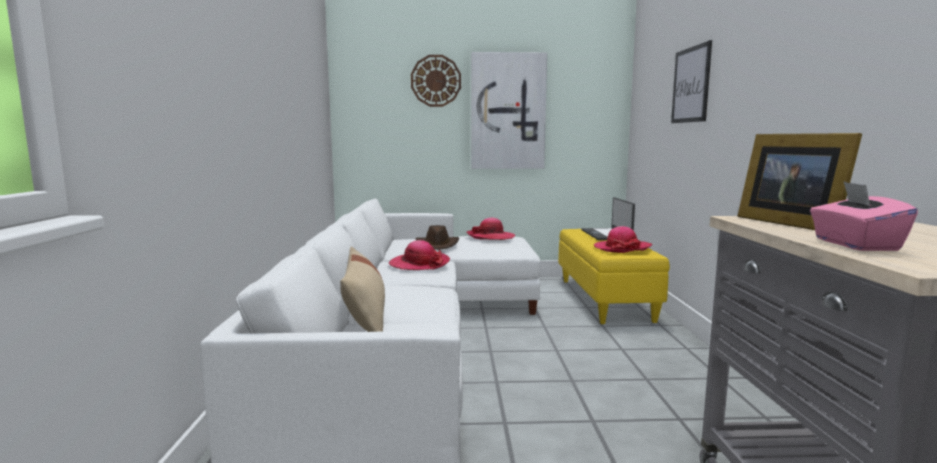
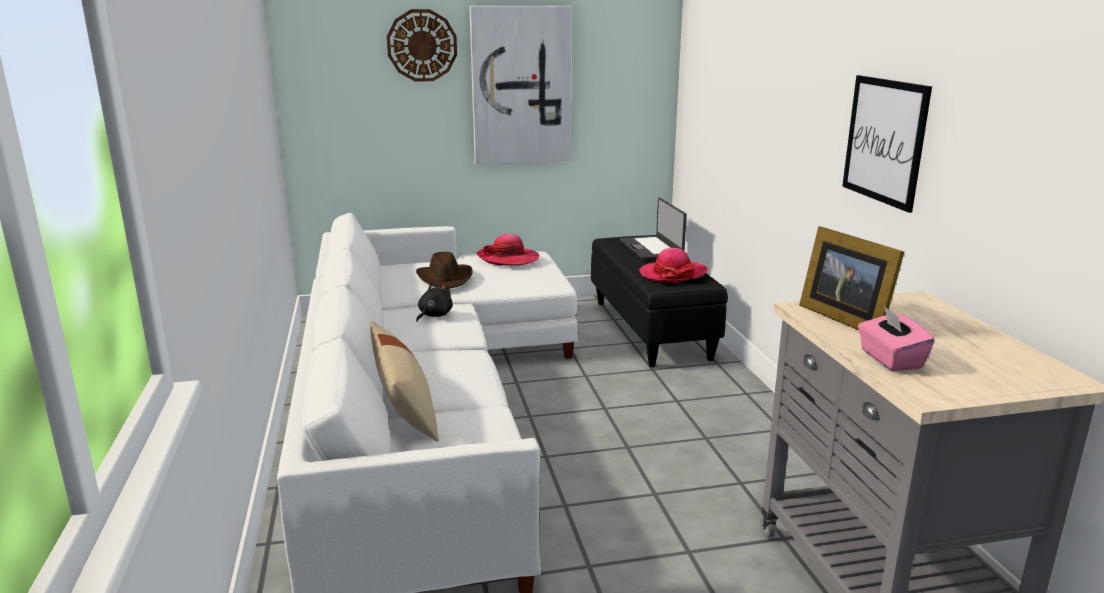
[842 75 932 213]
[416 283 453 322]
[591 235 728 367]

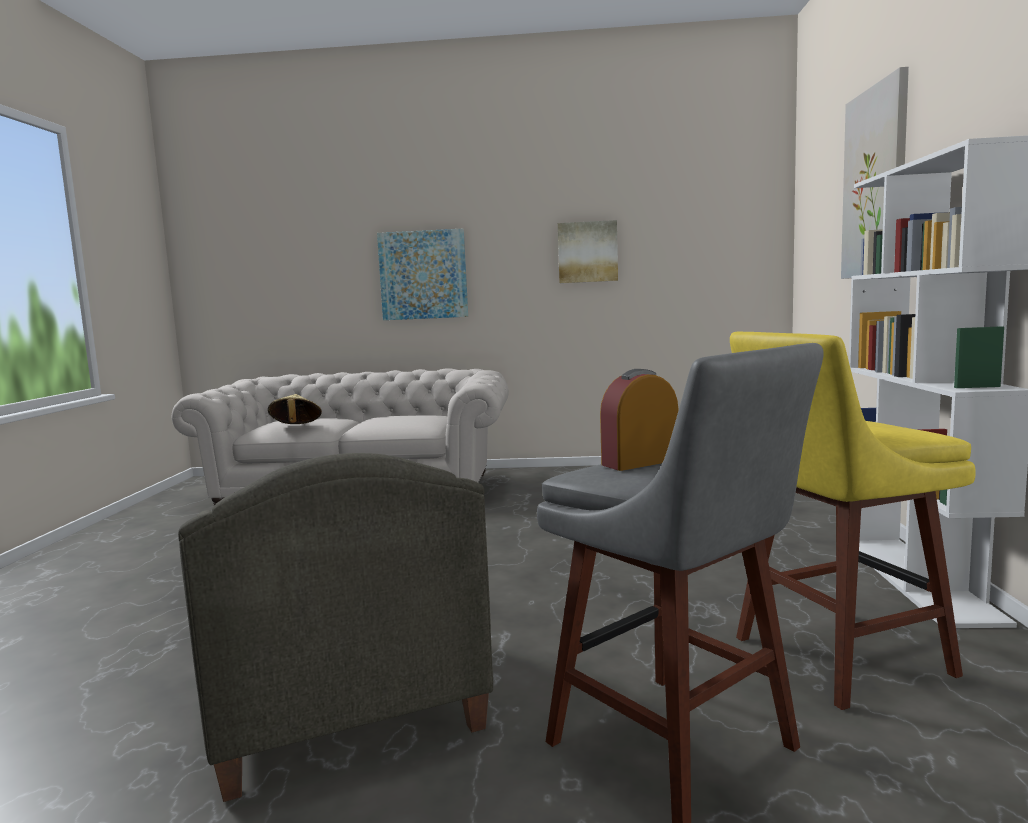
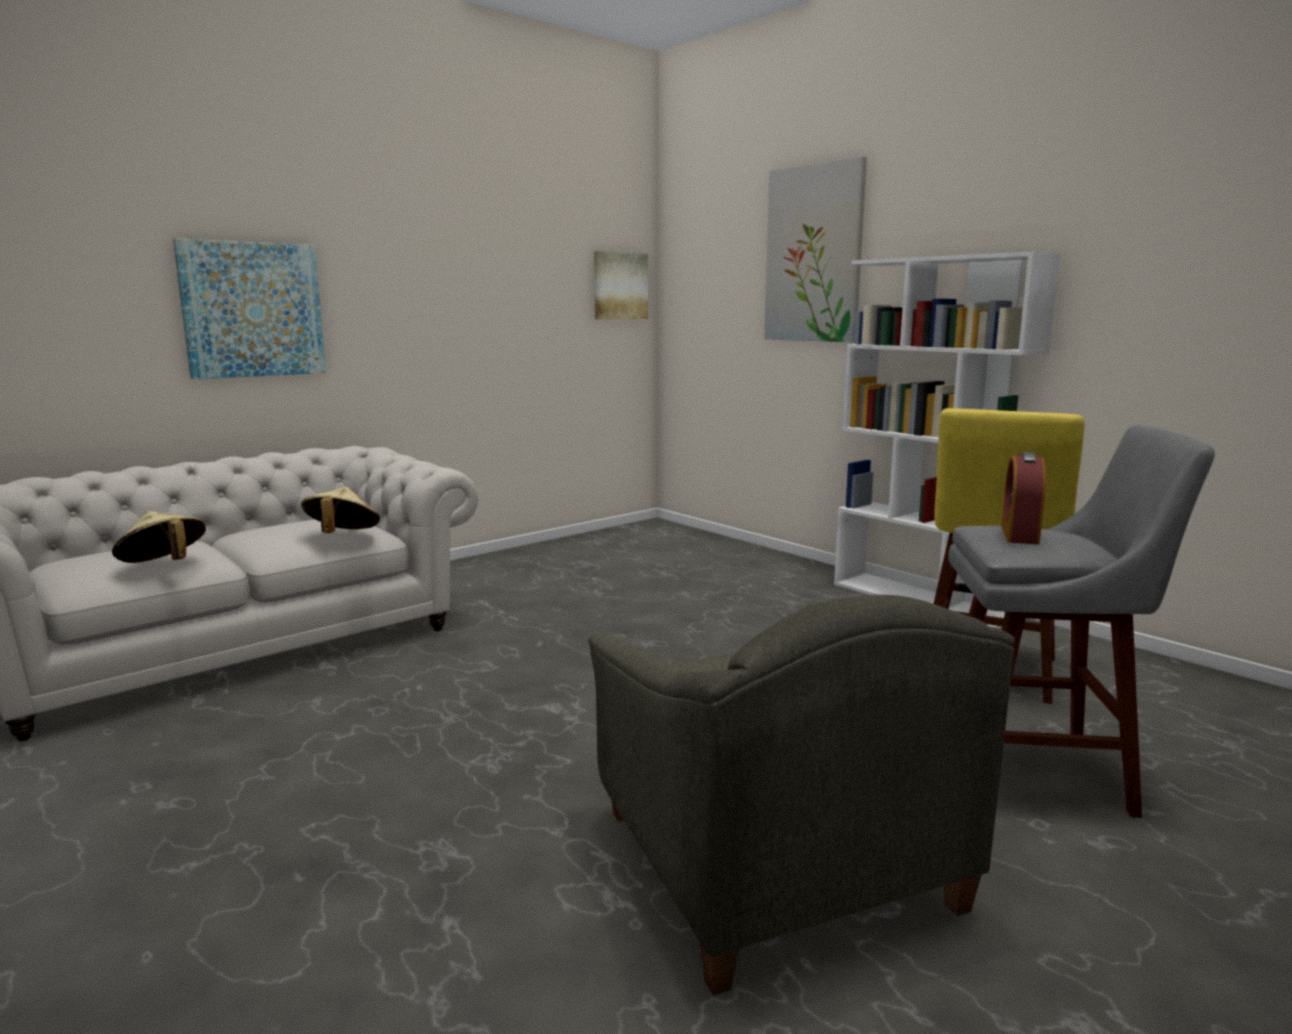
[301 487 380 533]
[594 251 648 320]
[588 595 1015 995]

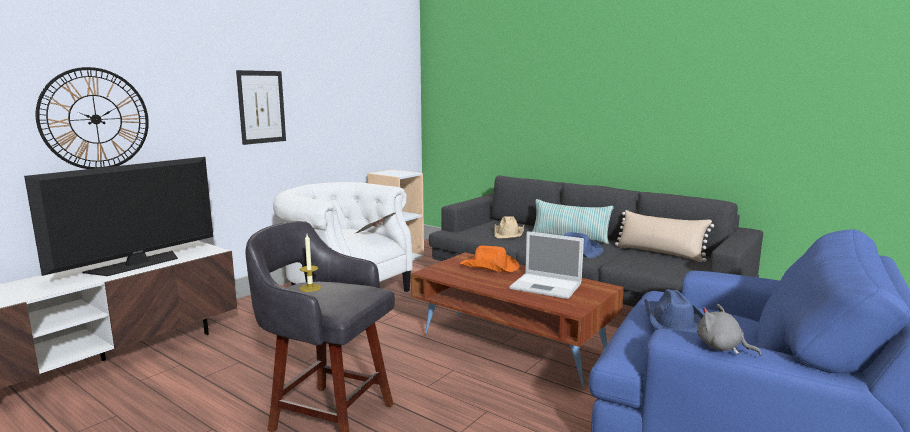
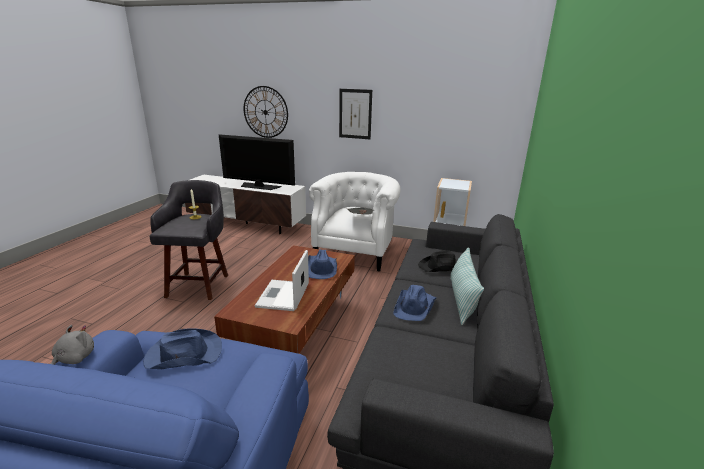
[615 210 714 262] (first image)
[308 249 337 279]
[418 250 457 272]

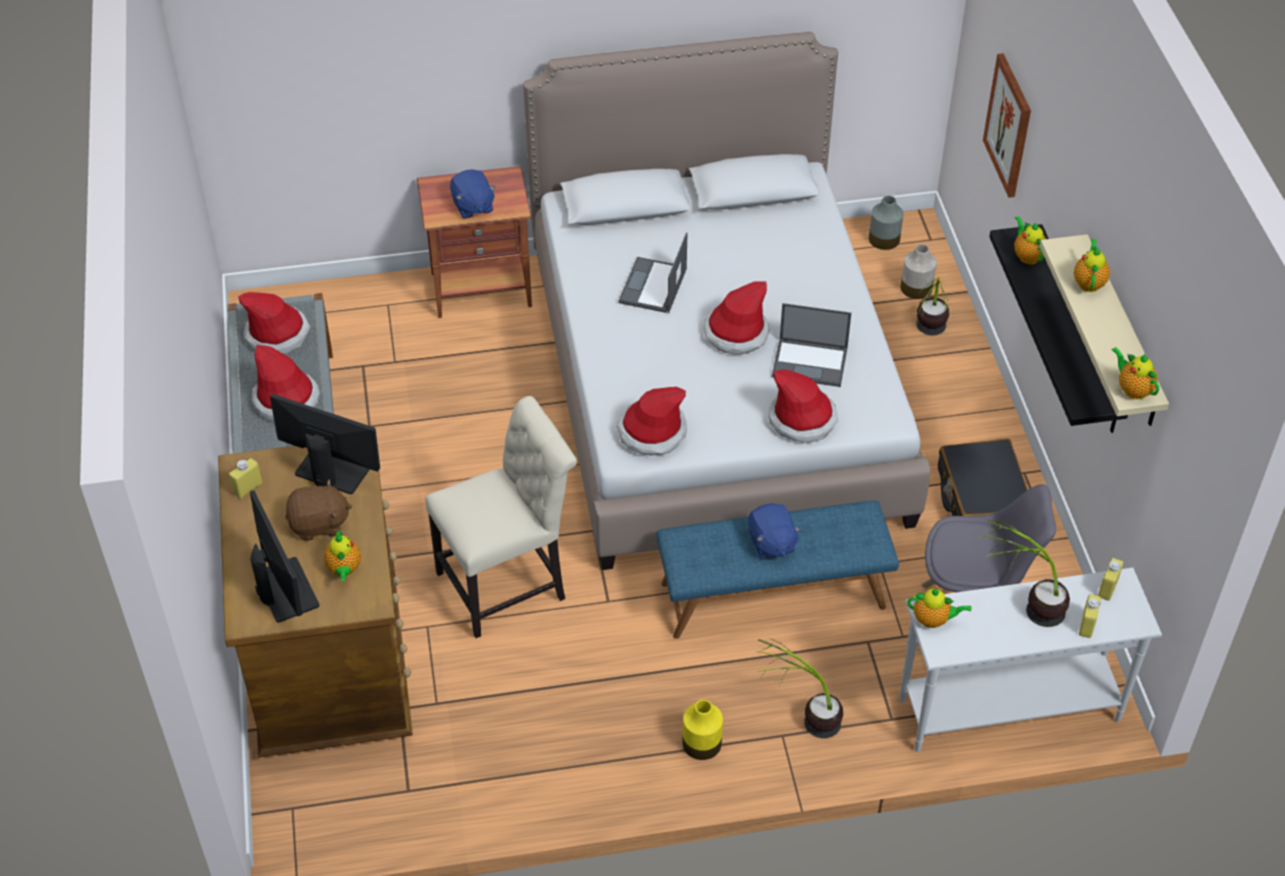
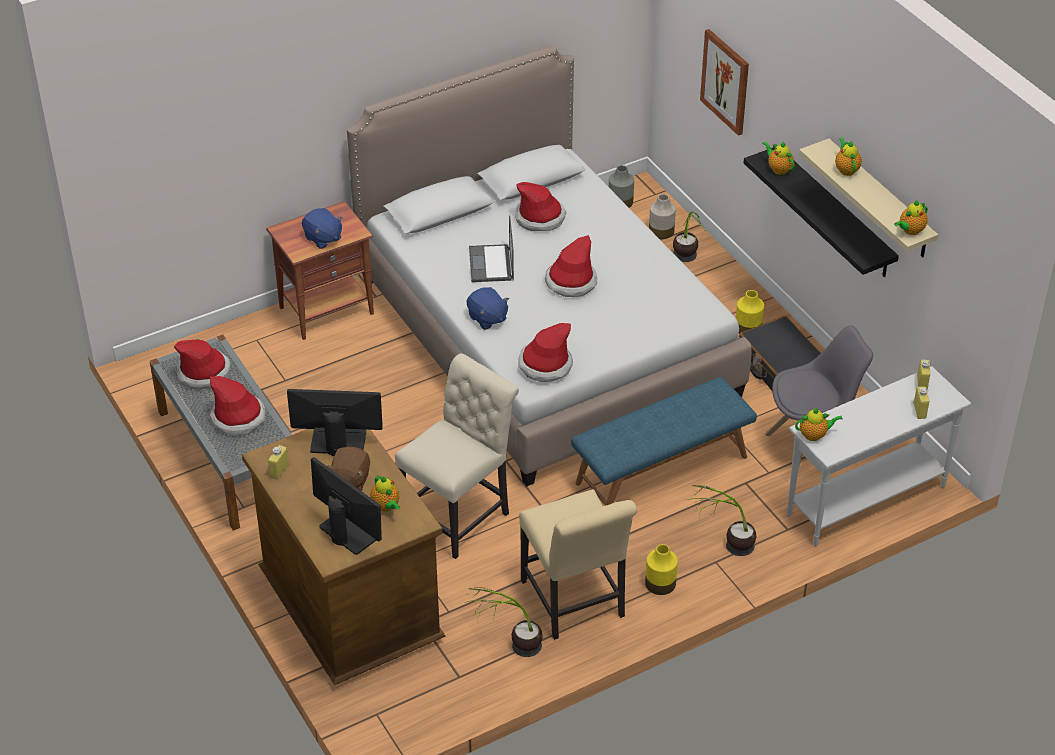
[772 303 851 387] (first image)
[519 489 637 640]
[736 290 764 334]
[467 287 509 330]
[515 182 567 231]
[464 587 543 657]
[327 447 370 491]
[894 200 928 235]

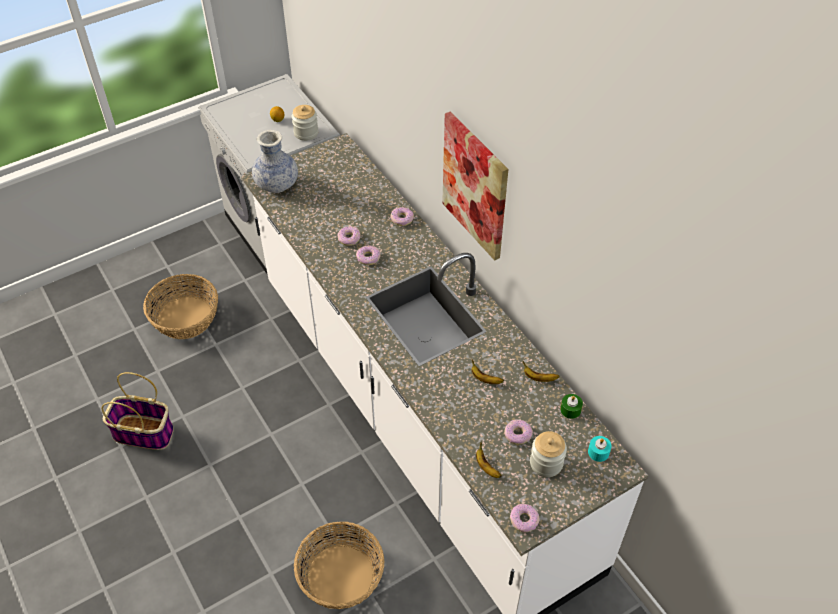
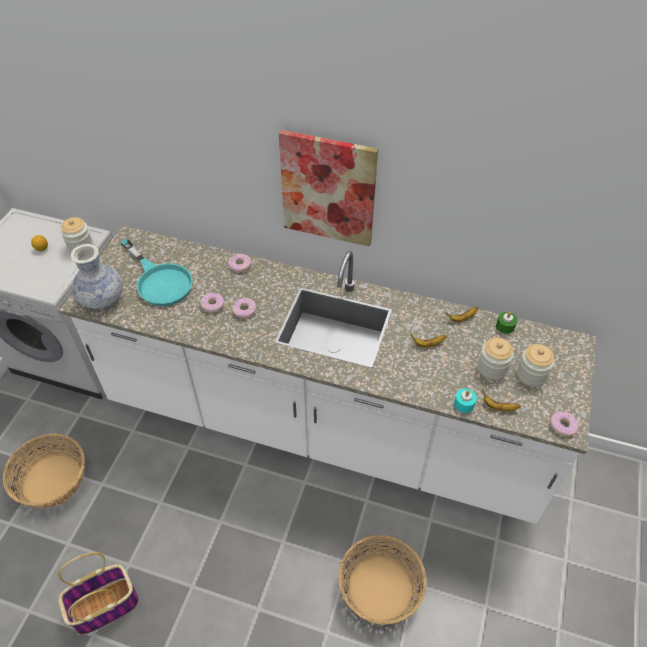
[120 238 193 306]
[454 388 477 413]
[478 338 514 380]

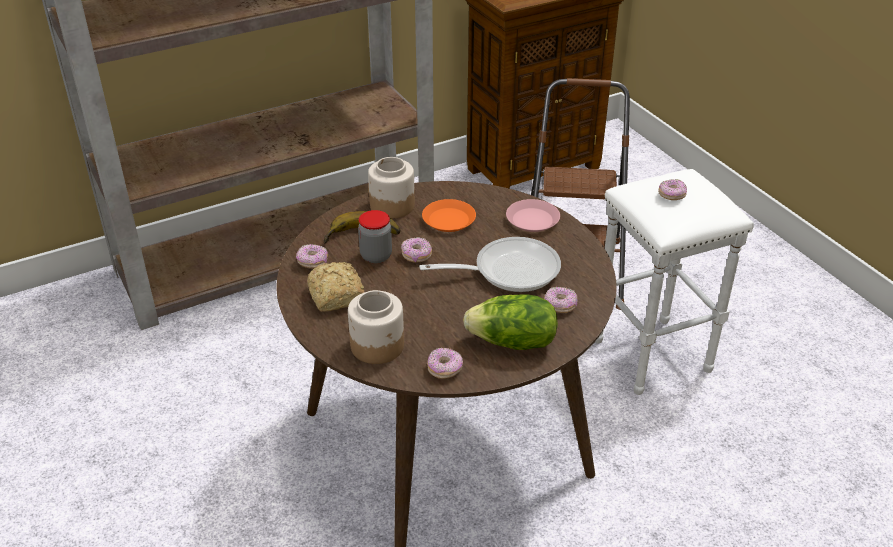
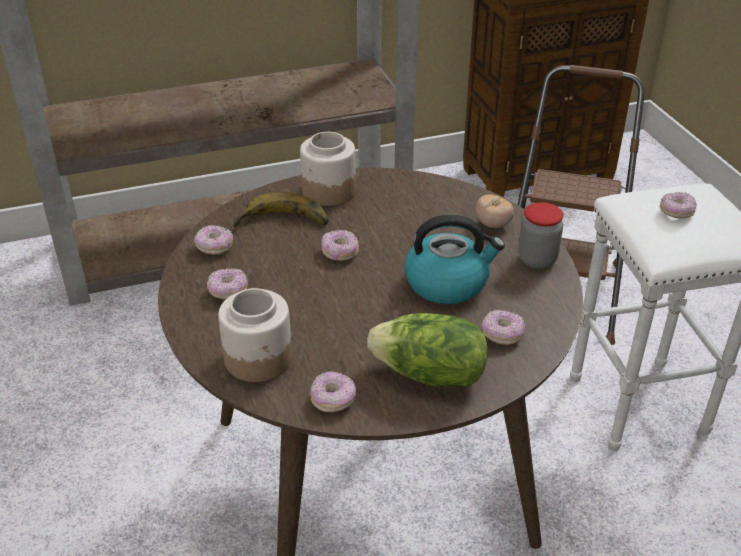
[422 199 476 232] (first image)
[518 202 563 269]
[207 268 248 300]
[404 215 505 304]
[476 194 514 228]

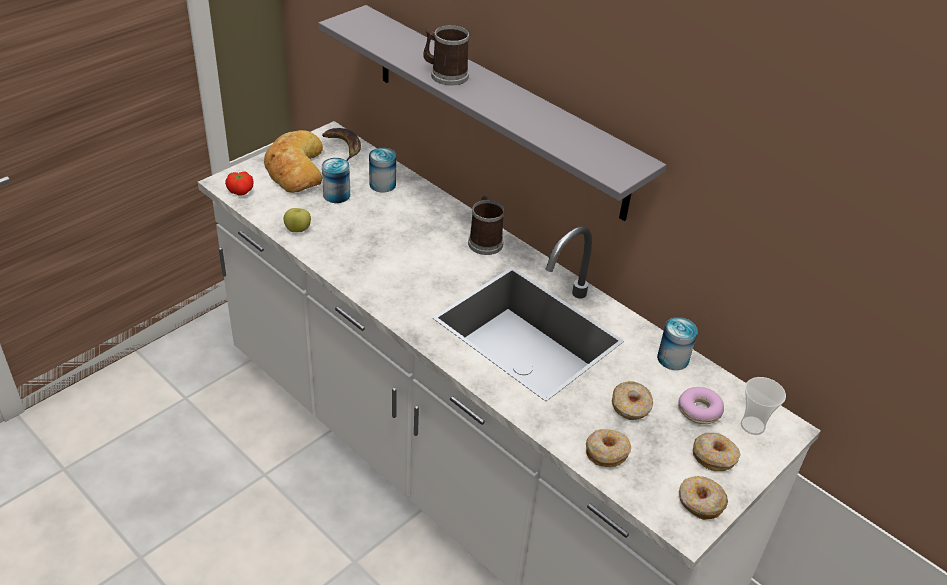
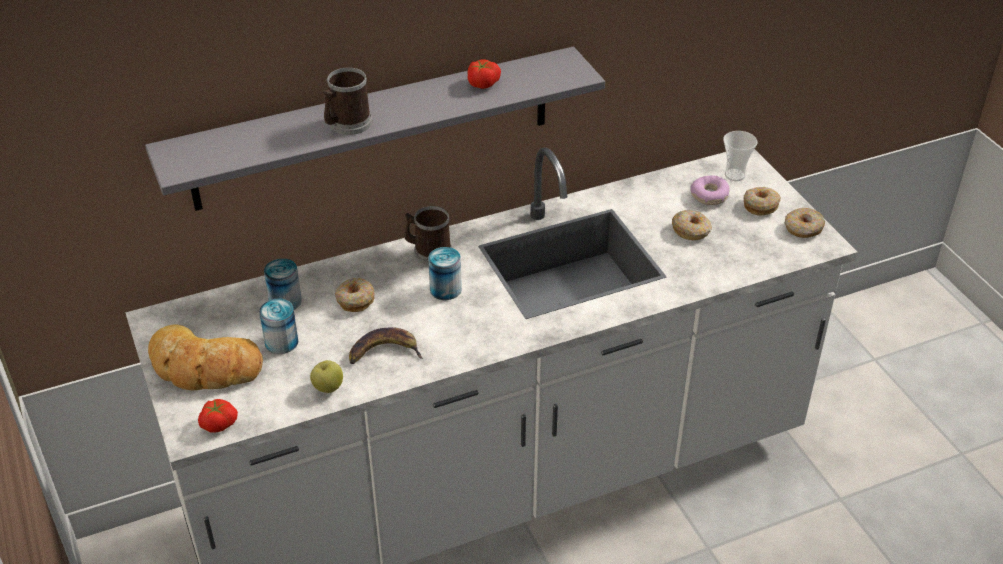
[467 59 501 89]
[349 327 423 364]
[335 278 375 312]
[428 247 462 300]

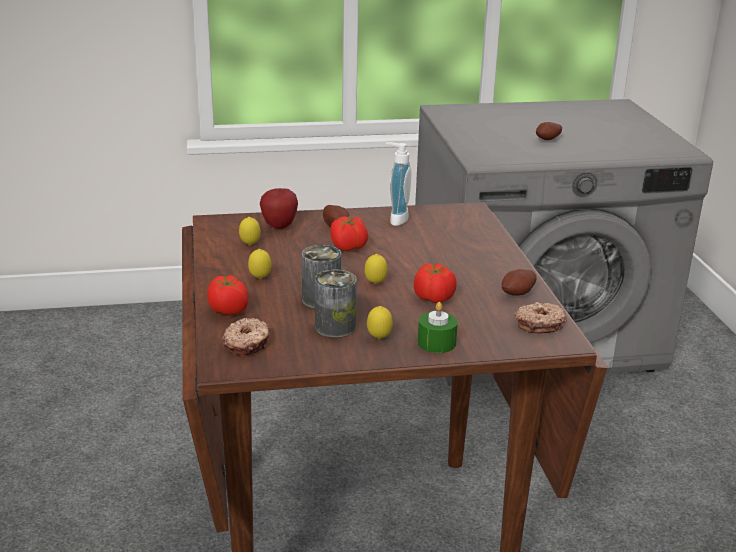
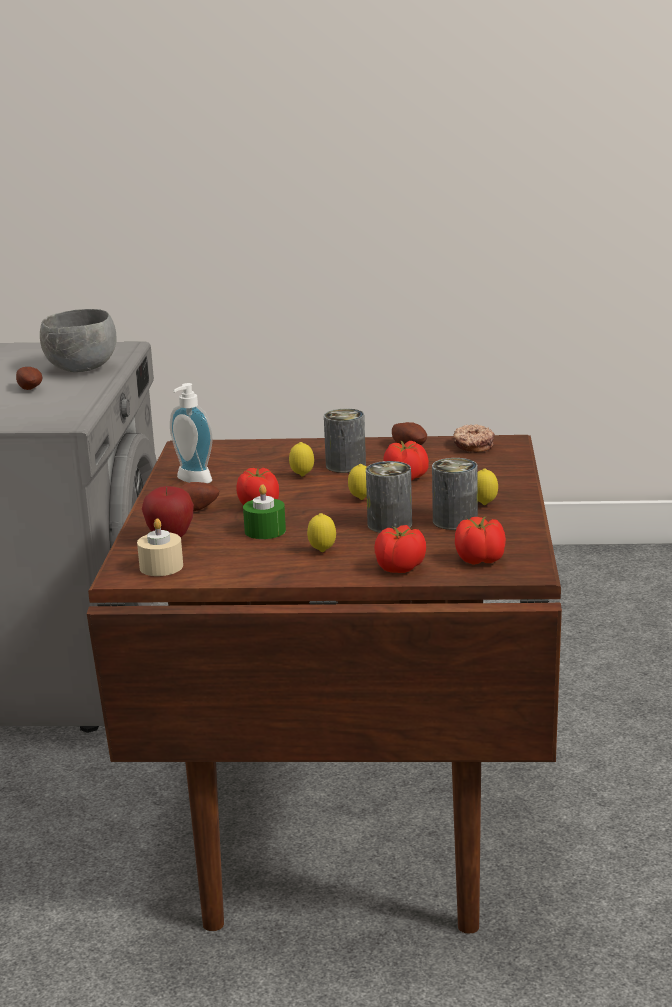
[40 309 117 372]
[137 518 183 576]
[324 409 366 473]
[289 442 314 476]
[243 484 286 539]
[455 516 506 565]

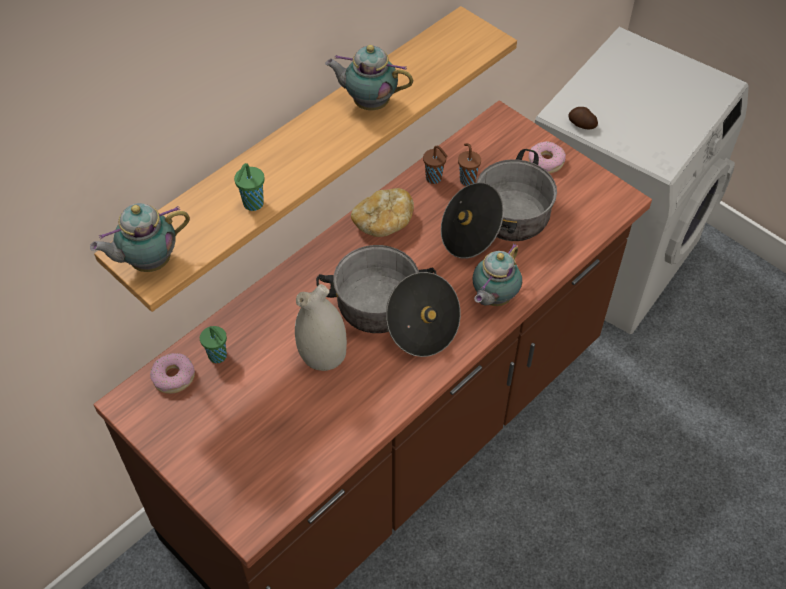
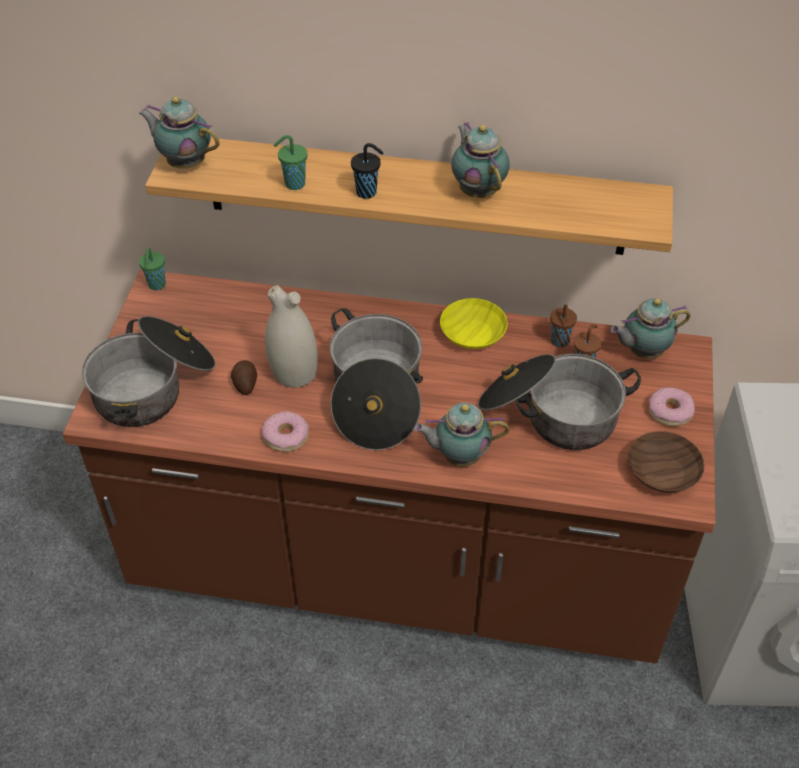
[82 316 216 427]
[351 143 384 199]
[610 298 691 359]
[628 431 704 493]
[262 411 309 452]
[139 247 166 290]
[231 360 257 395]
[440 298 508 349]

